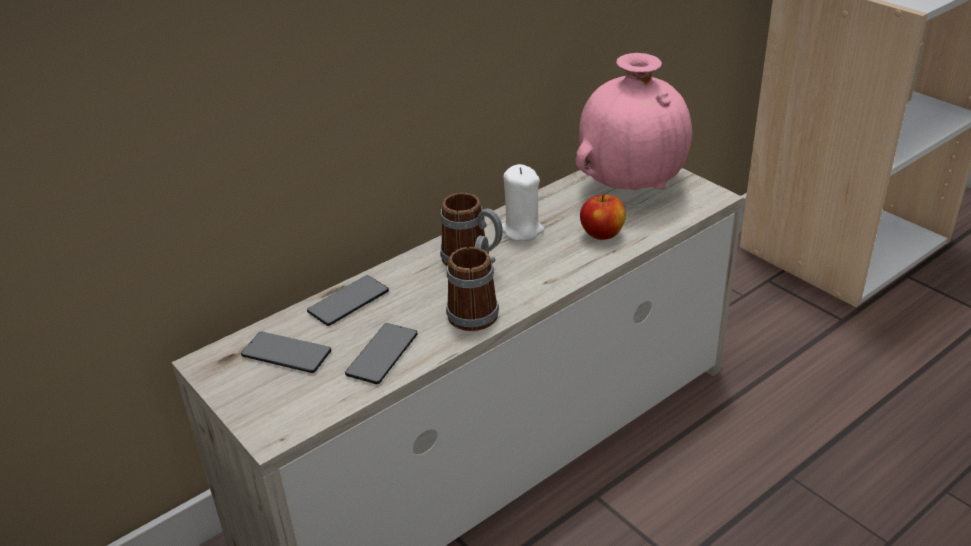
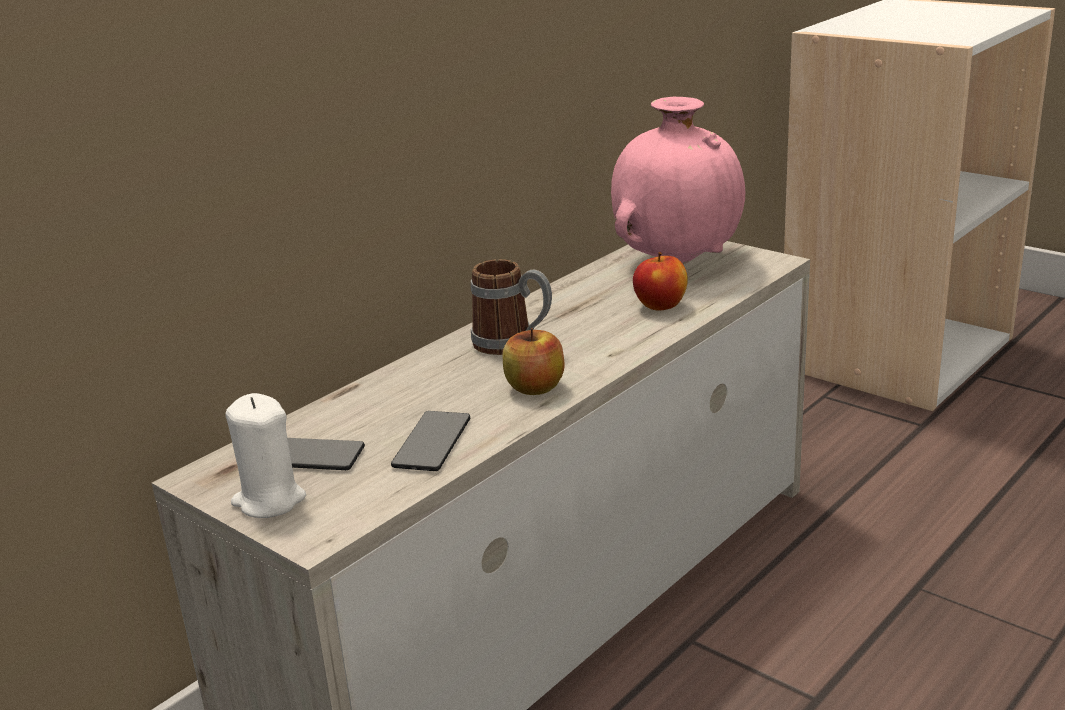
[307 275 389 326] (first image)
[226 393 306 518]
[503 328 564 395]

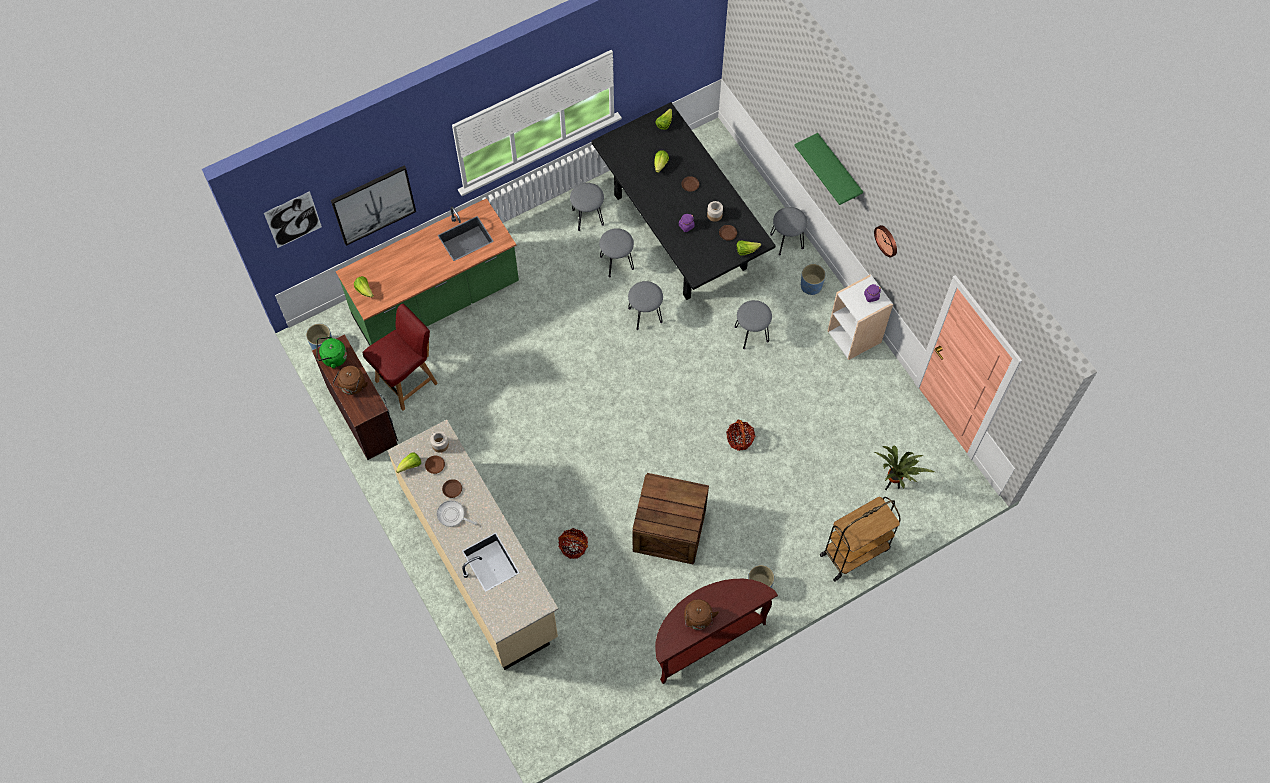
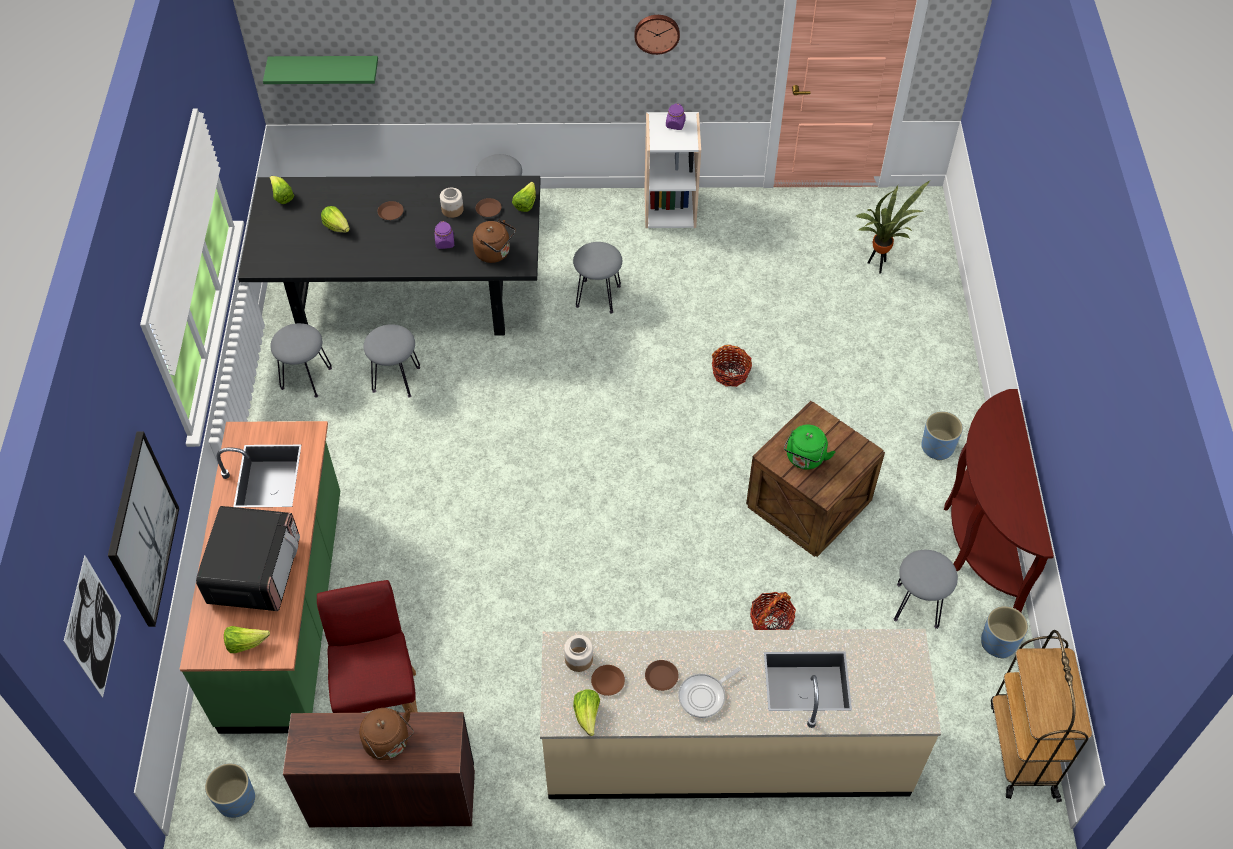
[196 506 300 611]
[784 425 835 470]
[894 550 958 629]
[473 220 516 263]
[263 56 378 84]
[981 606 1028 658]
[991 630 1092 803]

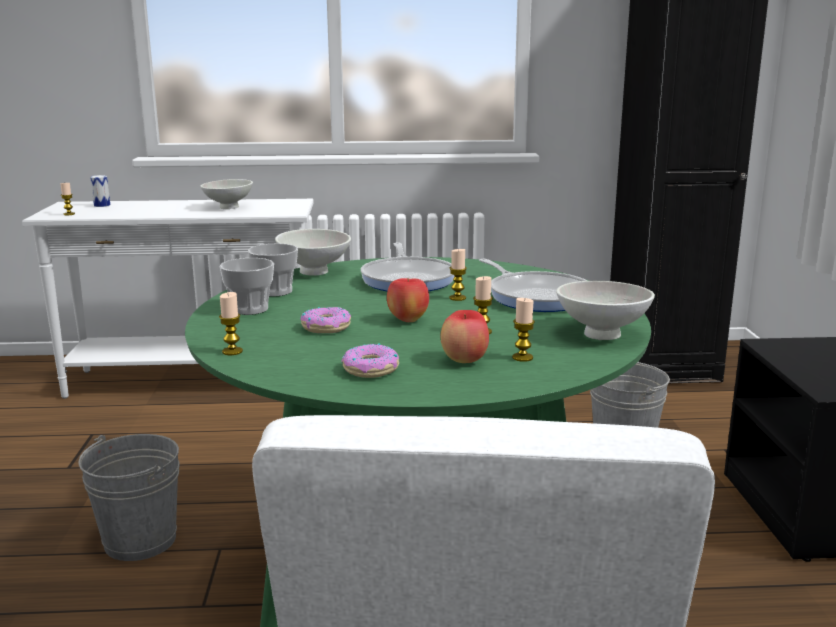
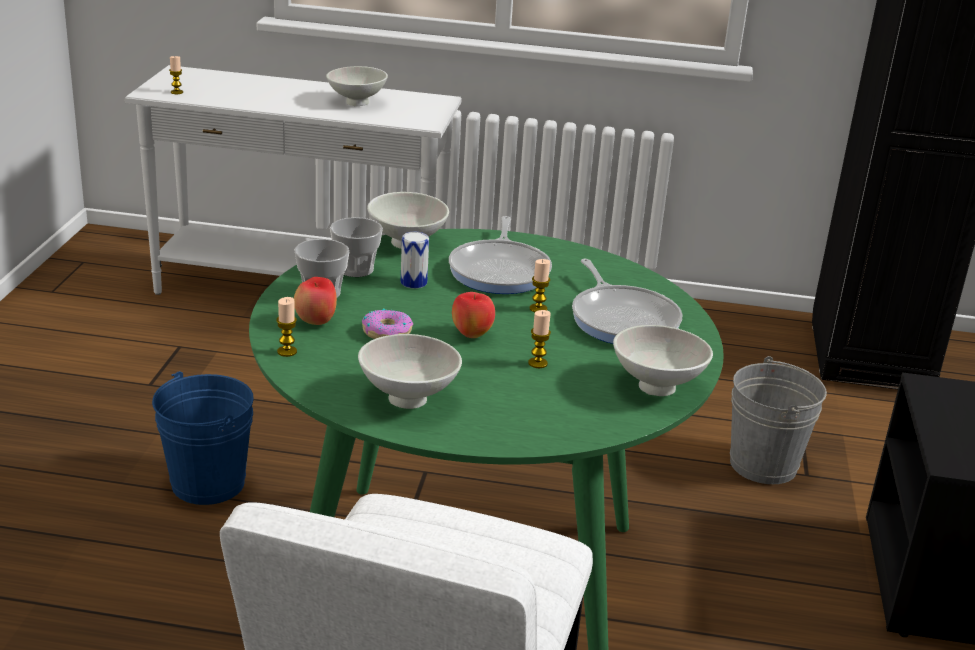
[512 298 535 362] (first image)
[401 232 429 289]
[294 277 337 325]
[358 334 462 409]
[152 371 254 505]

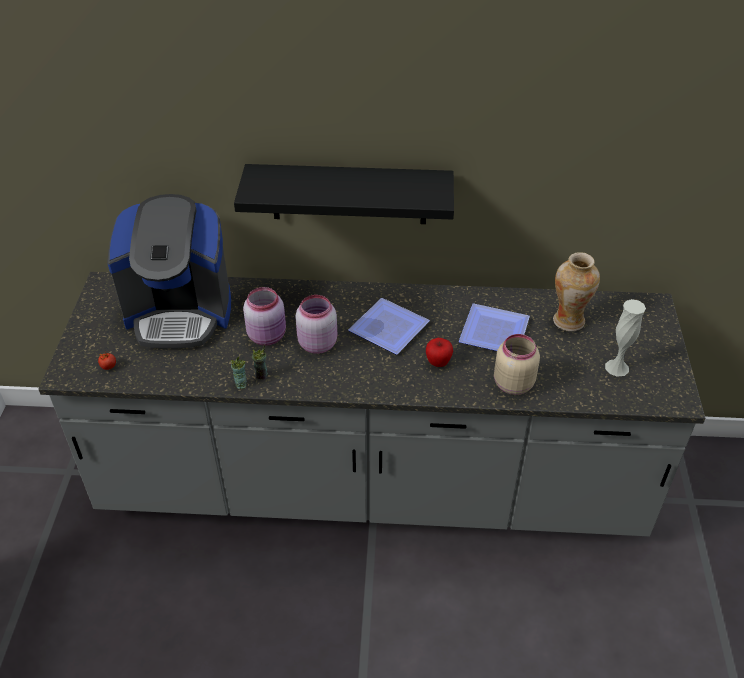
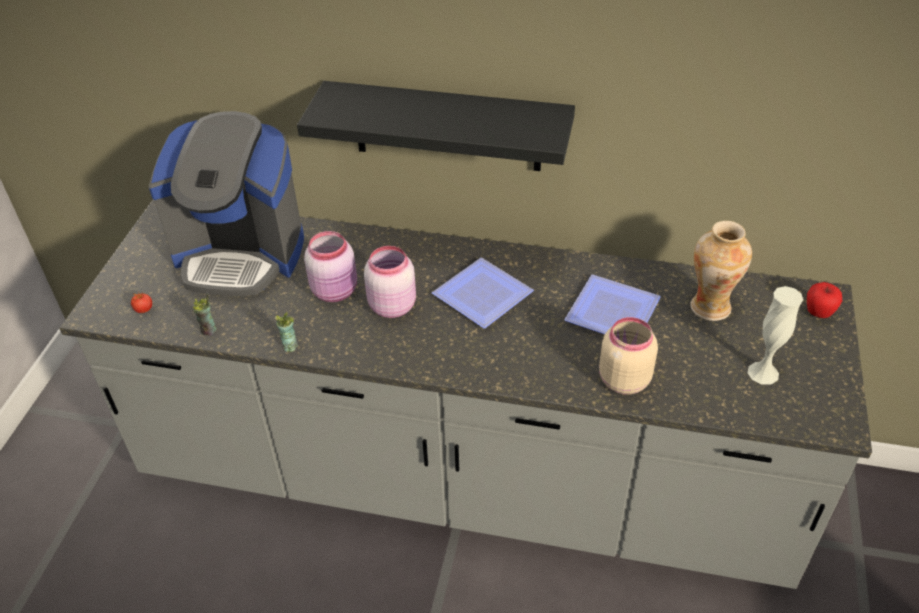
[193 294 217 336]
[807 282 842 318]

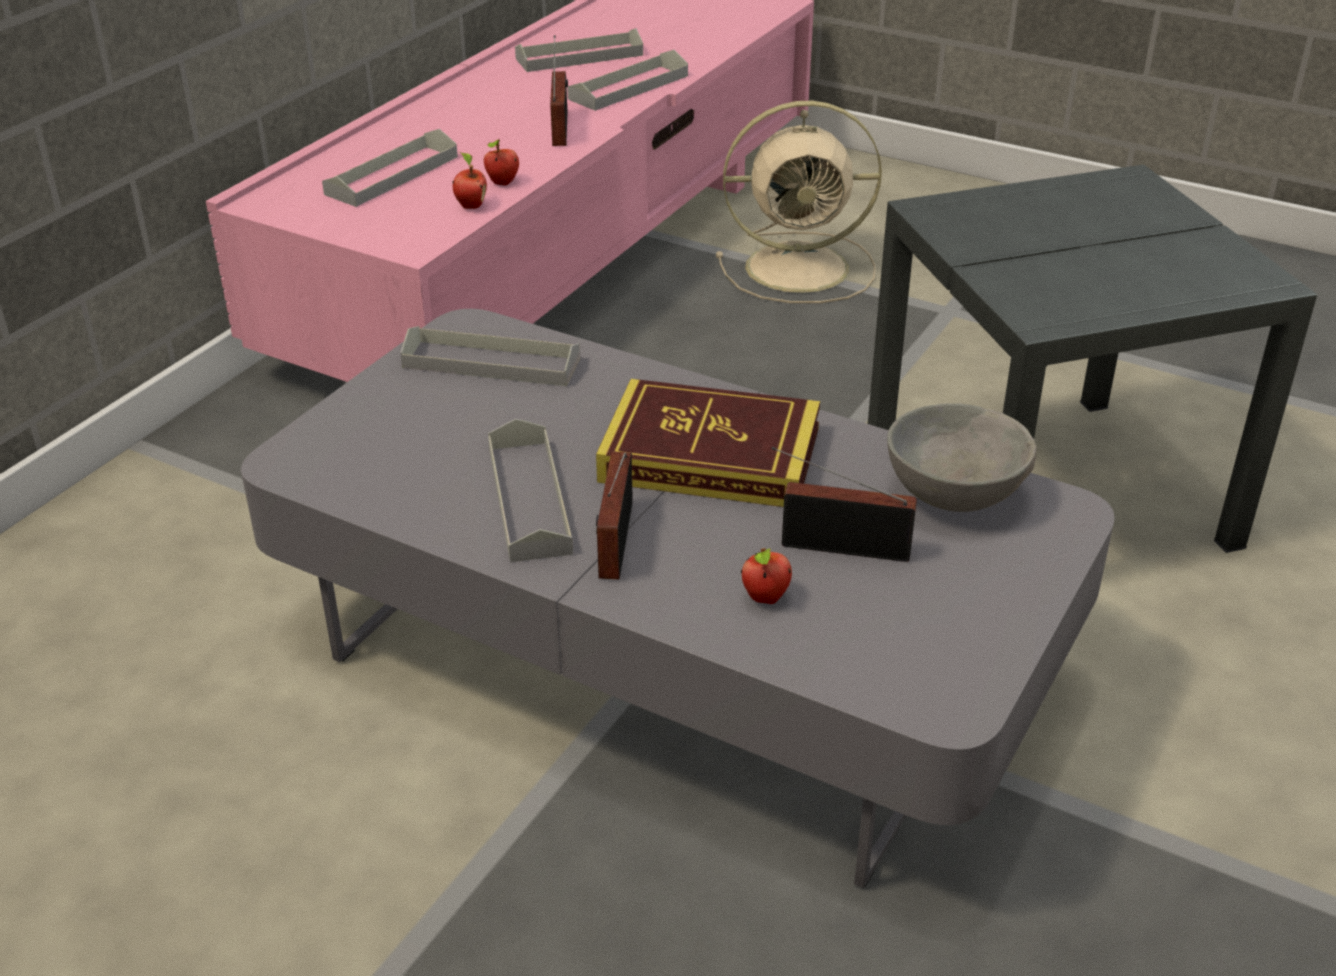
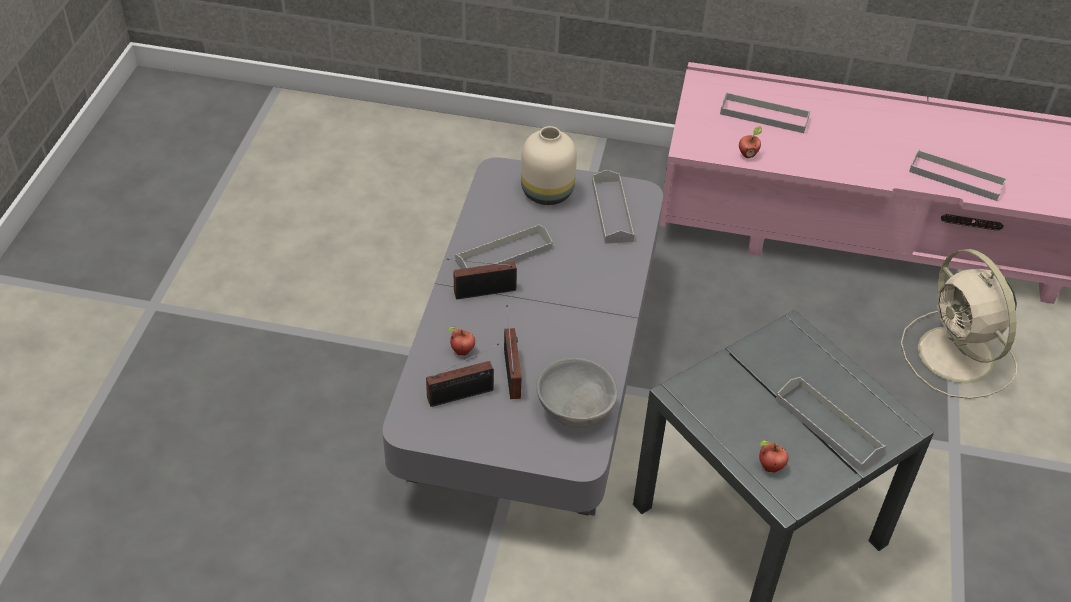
[596 379 820 507] (first image)
[521 126 577 205]
[759 440 789 472]
[776 377 886 471]
[426 343 499 407]

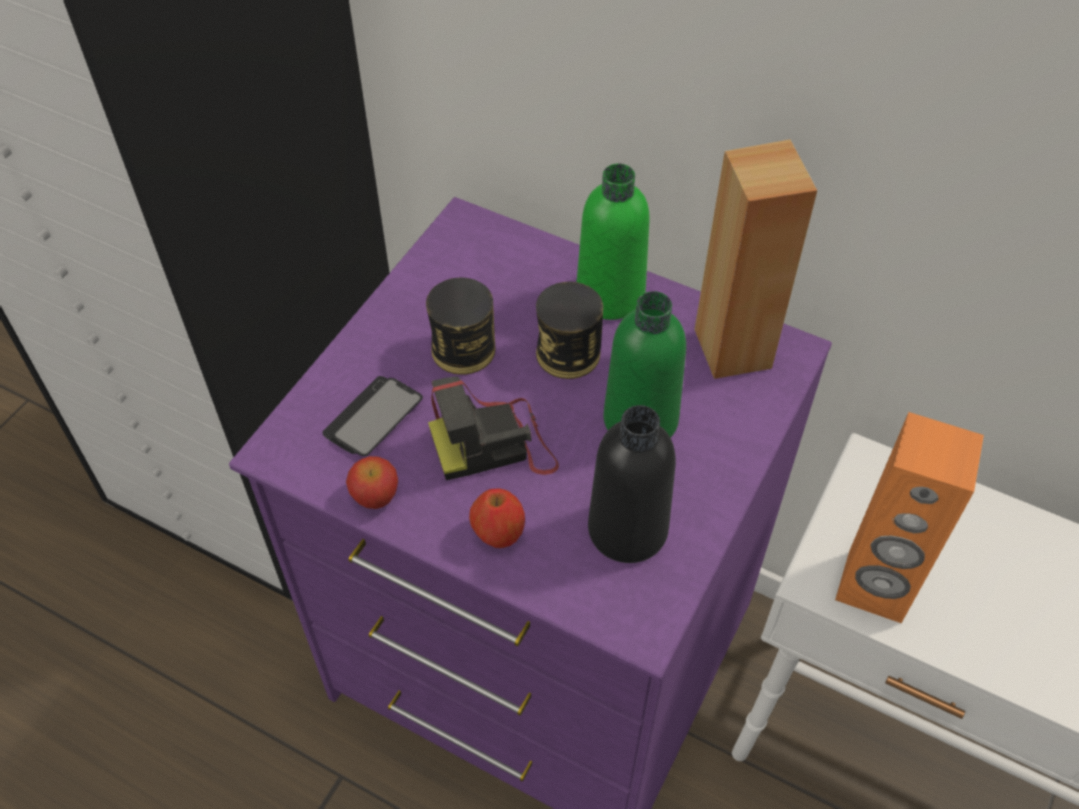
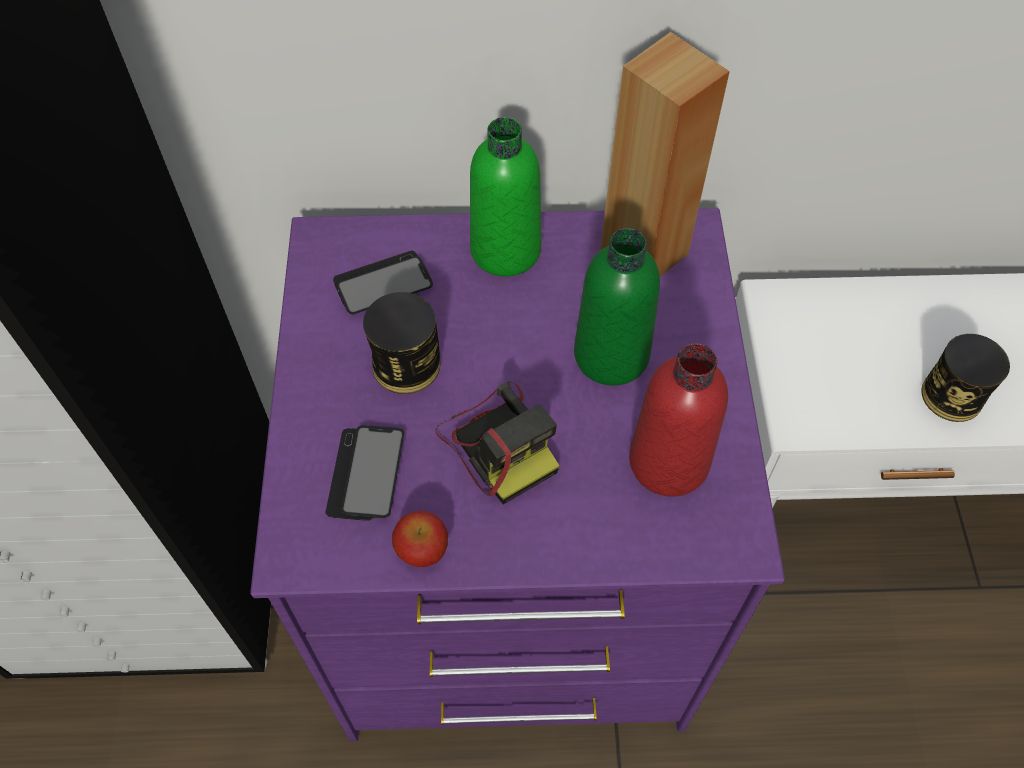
[469 489 525 548] (first image)
[835 412 984 623] (first image)
[333 251 433 314]
[921 334 1010 422]
[629 343 728 497]
[436 381 559 504]

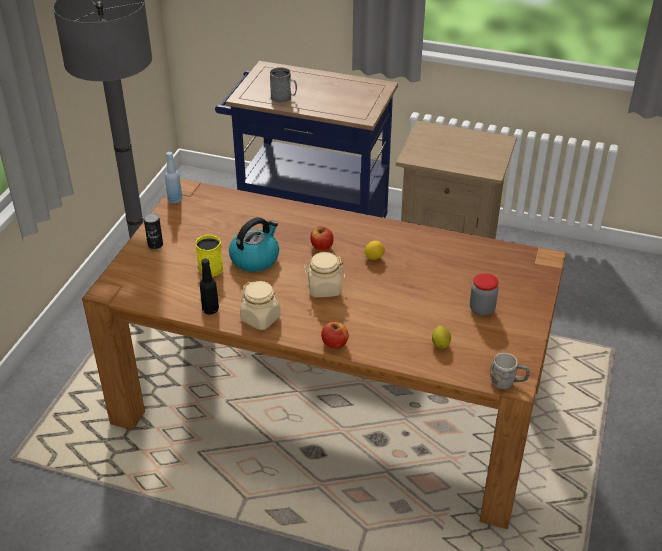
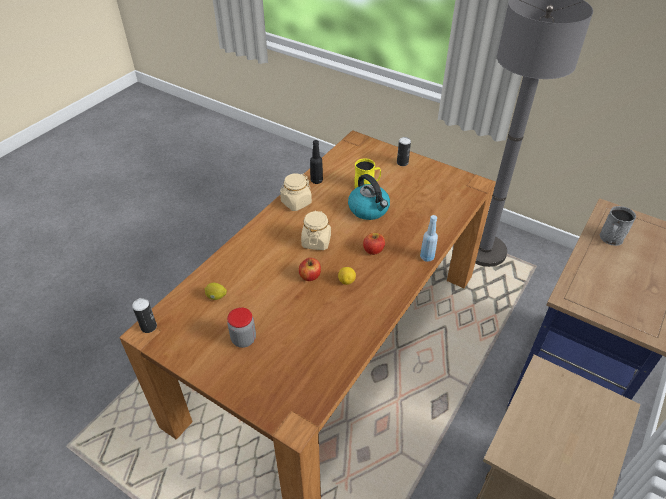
[420 215 438 262]
[299 258 321 281]
[132 298 157 333]

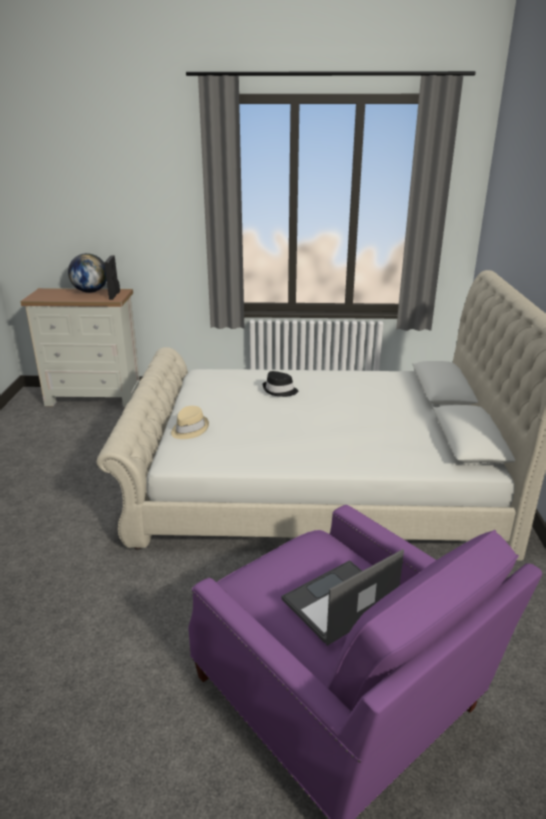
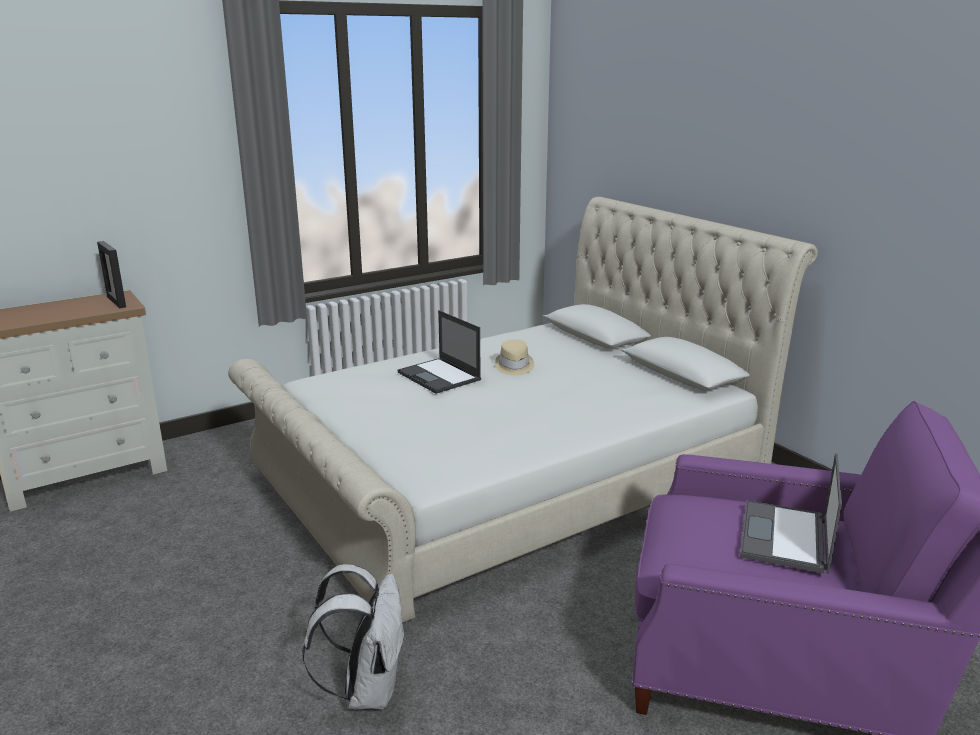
[68 253 107 293] (first image)
[302 564 406 710]
[495 339 534 375]
[397 310 481 394]

